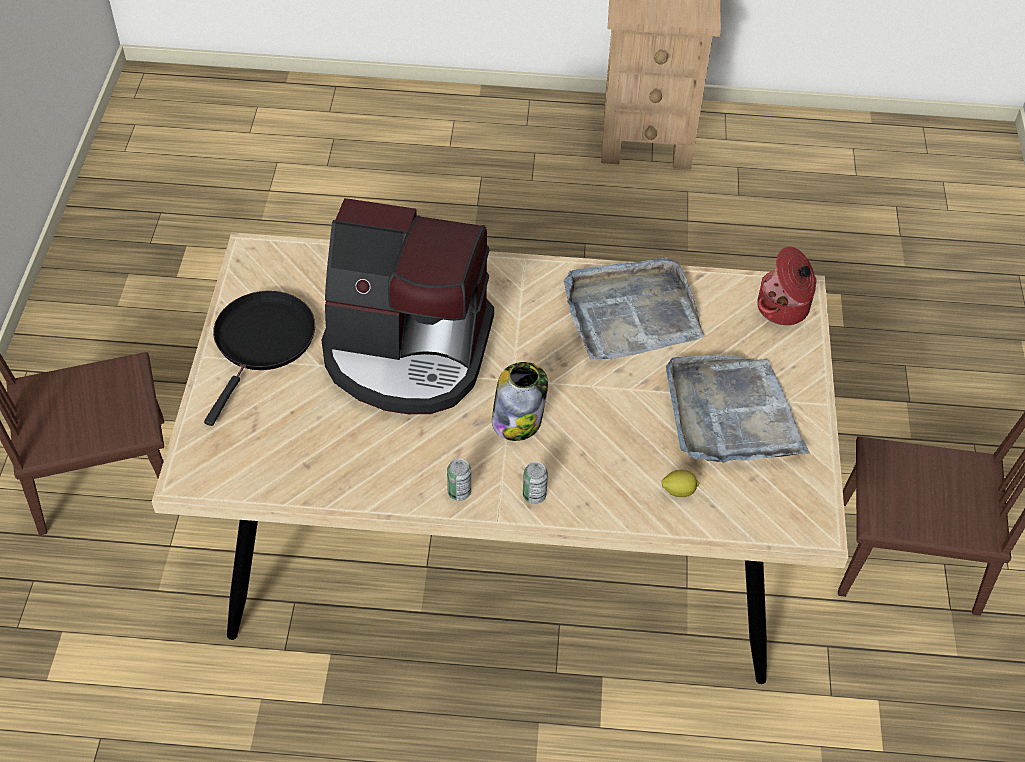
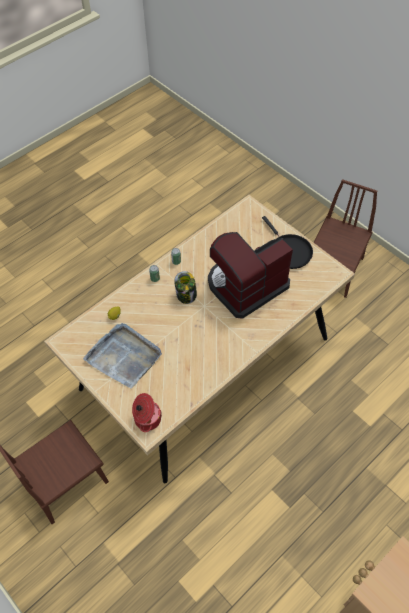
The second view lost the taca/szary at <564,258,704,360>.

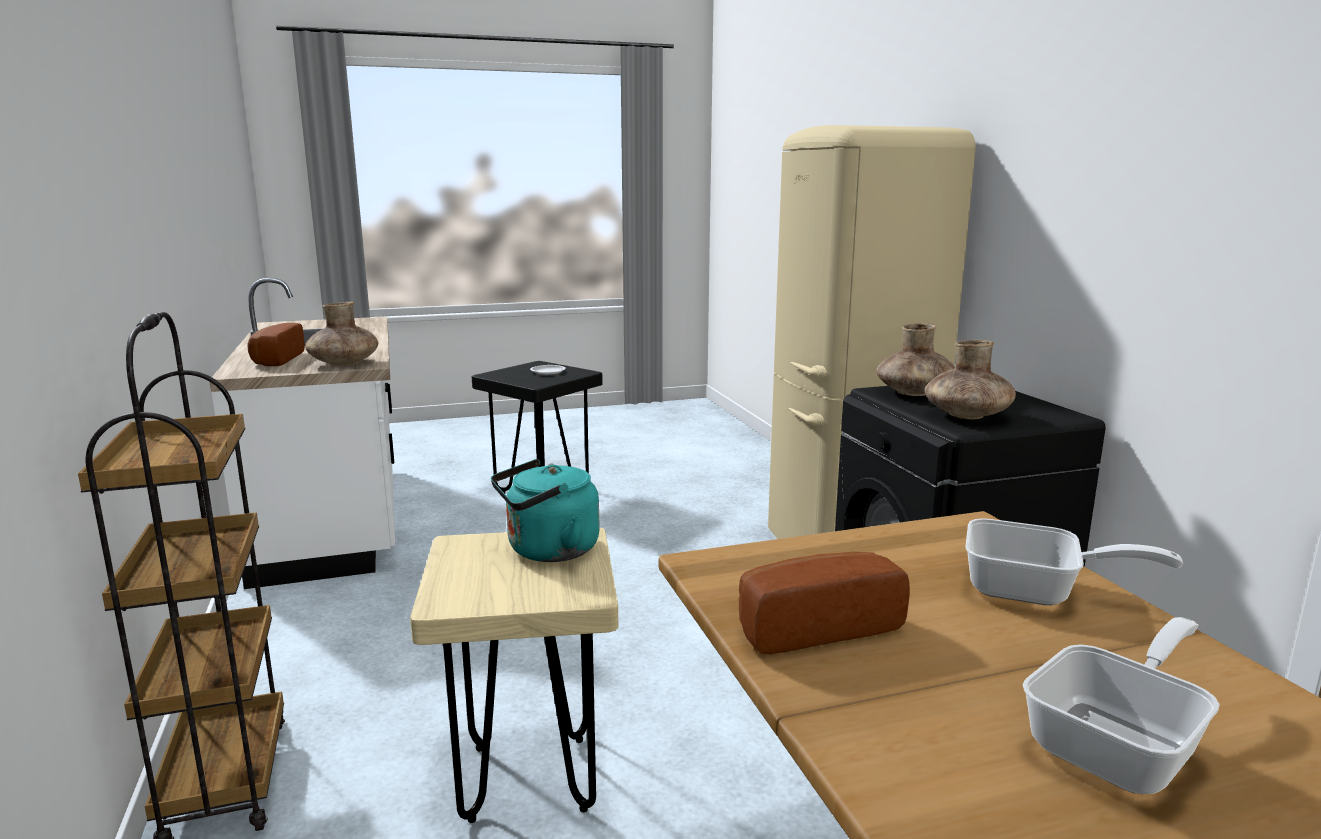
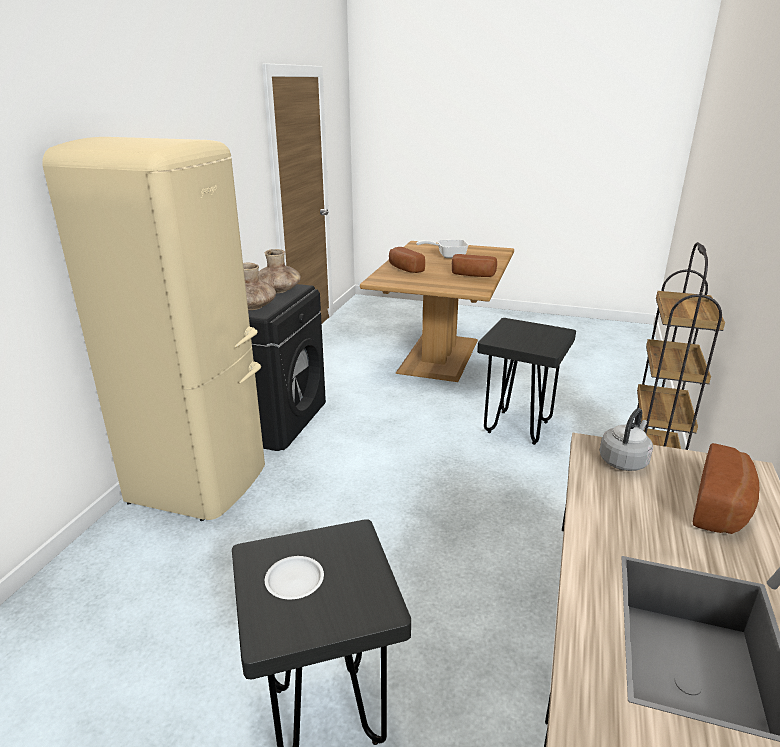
Where the wazon/brązowy stood at <305,302,379,366>, the czajnik/szary came to stand at <600,408,653,471>. What was the stołek/beżowy at <410,528,618,823> turned into the stołek/czarny at <477,318,576,445>. The second view lost the czajnik/turkusowy at <491,459,600,562>. Where the patelnia stood at <965,518,1183,605>, the chleb came to stand at <389,247,425,273>.

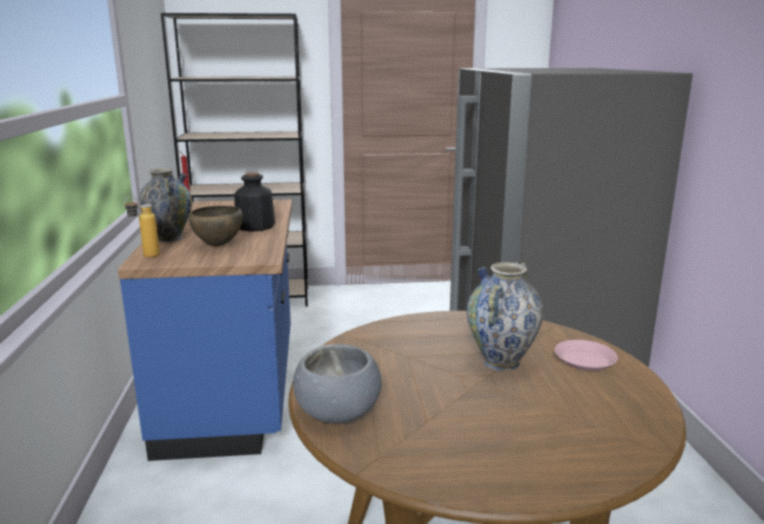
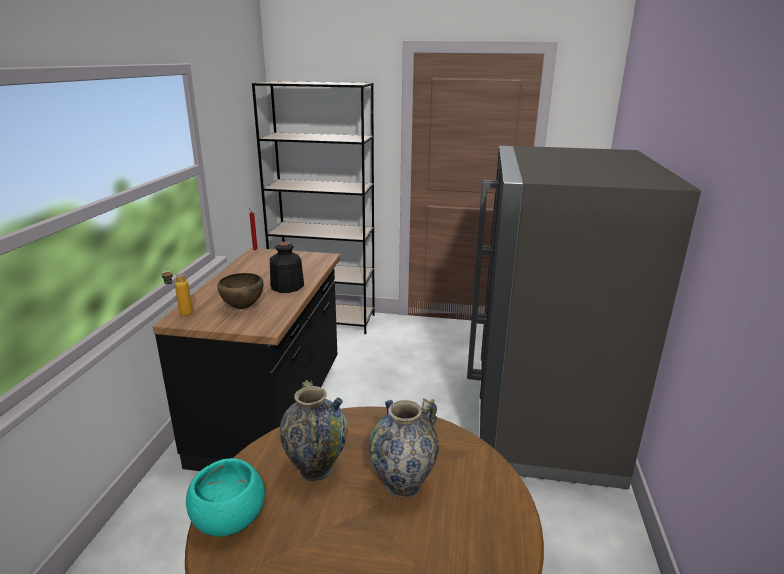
What was the zabudowa kuchenna/niebieski at <118,199,292,461> turned into the zabudowa kuchenna/czarny at <153,248,340,471>. The wazon ended up elsewhere, having gone from <139,168,192,242> to <280,380,348,482>. What was the miska/szary at <293,344,382,423> turned into the miska/turkusowy at <186,458,265,537>. The second view lost the talerz/różowy at <555,340,618,371>.

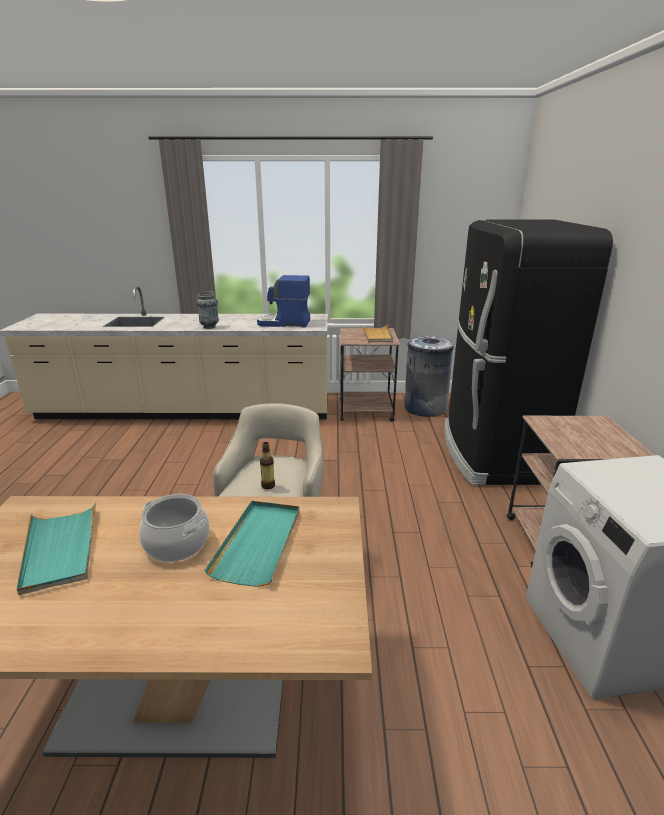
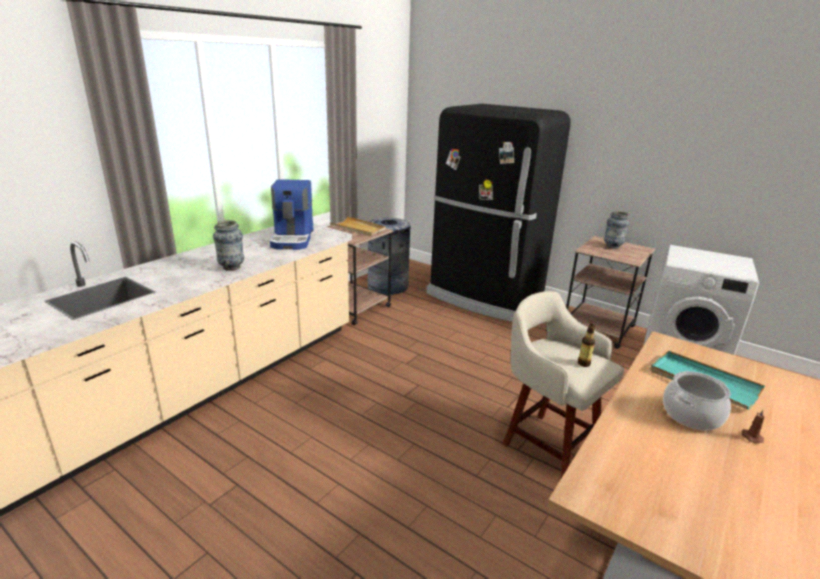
The second view lost the taca/turkusowy at <17,502,96,595>. The ekspres do kawy at <257,275,310,328> ended up facing another way, 45 degrees counterclockwise from before. The second view gained the wazon at <604,211,629,249>. The second view gained the świeca/brązowy at <741,410,765,444>.

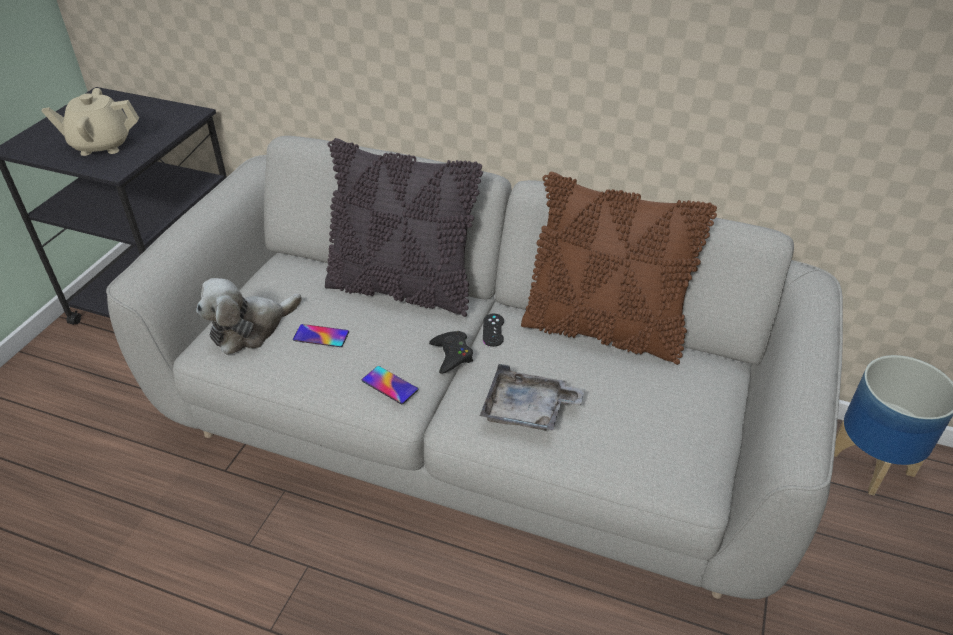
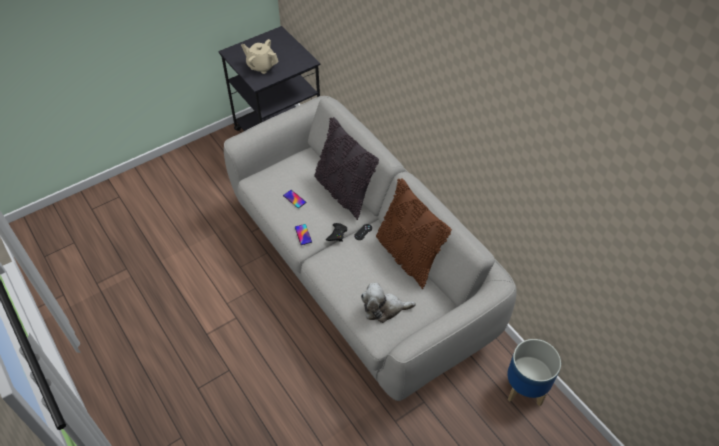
The pluszak ended up elsewhere, having gone from <196,278,302,355> to <361,283,416,323>. The second view lost the taca/szary at <480,364,585,431>.

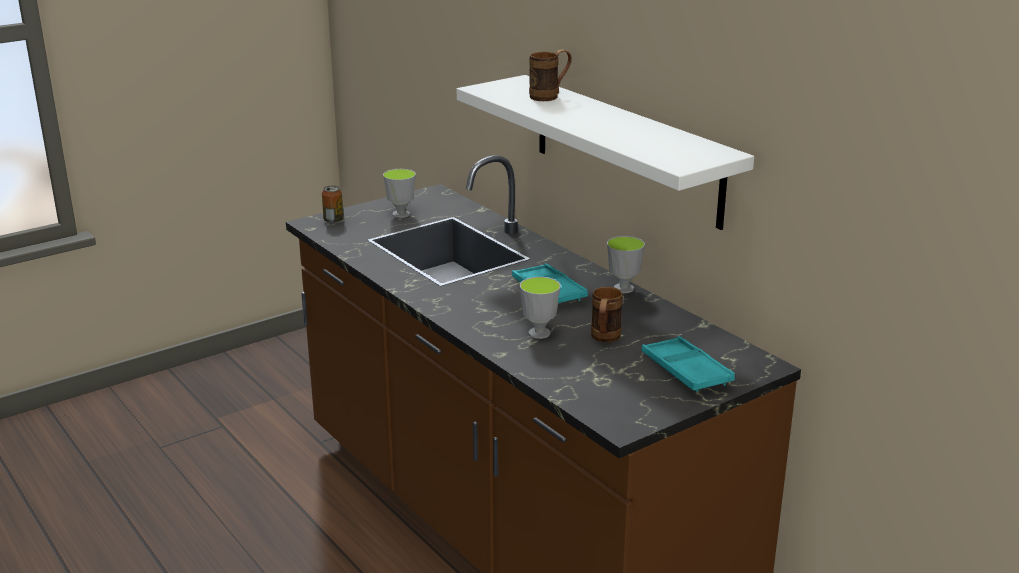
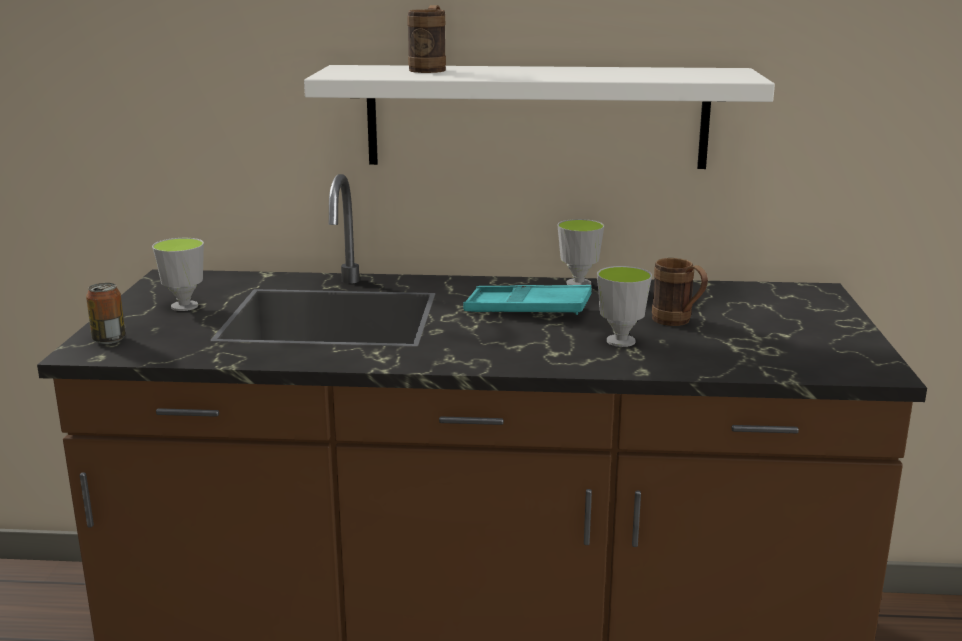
The second view lost the taca/turkusowy at <642,336,735,392>.

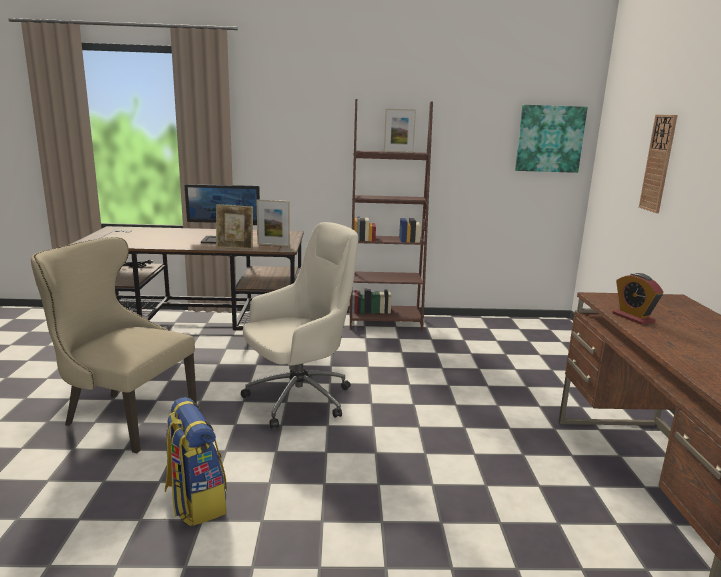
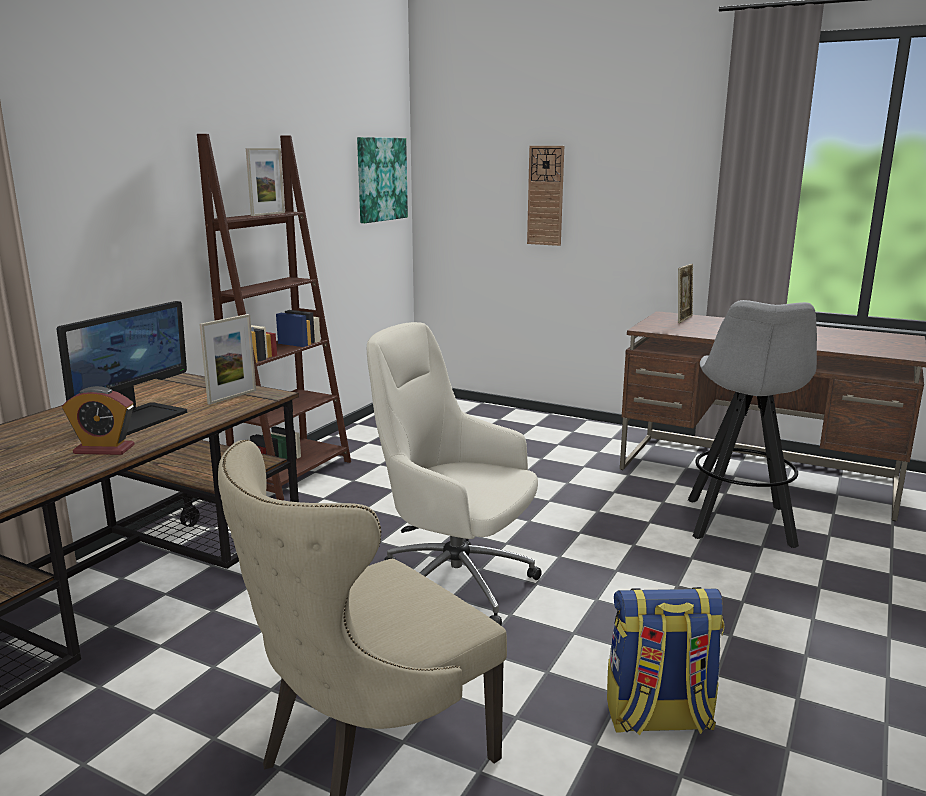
The ramka na zdjęcie ended up elsewhere, having gone from <216,204,253,249> to <678,264,693,323>. The krzesło biurowe/beżowy at <241,222,358,428> ended up facing another way, 60 degrees counterclockwise from before. The budzik ended up elsewhere, having gone from <612,273,664,325> to <62,386,135,455>. The second view gained the stołek/szary at <688,300,817,548>.

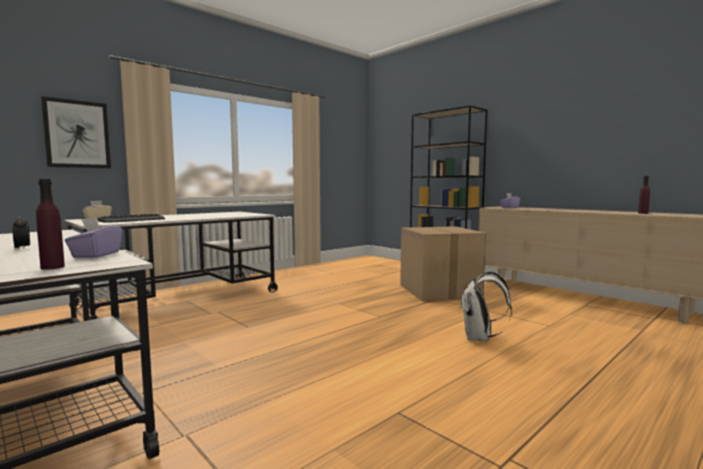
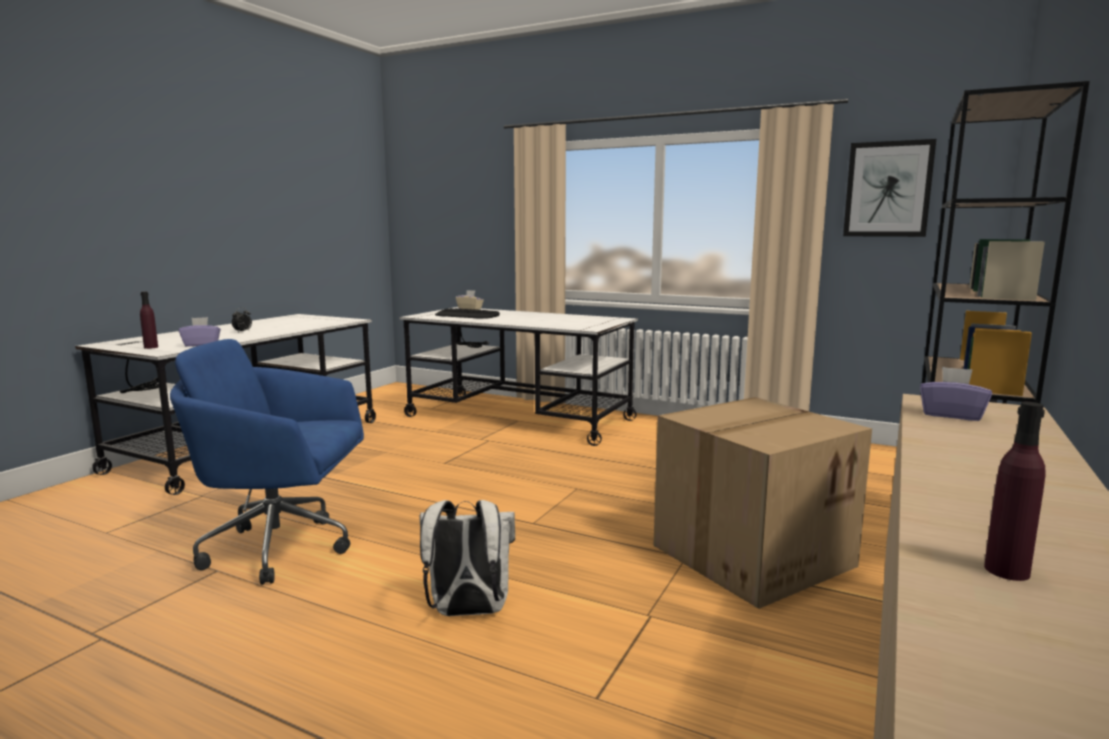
The obraz ended up elsewhere, having gone from <41,96,111,168> to <843,139,936,237>. The second view gained the krzesło biurowe/niebieski at <170,339,364,585>.

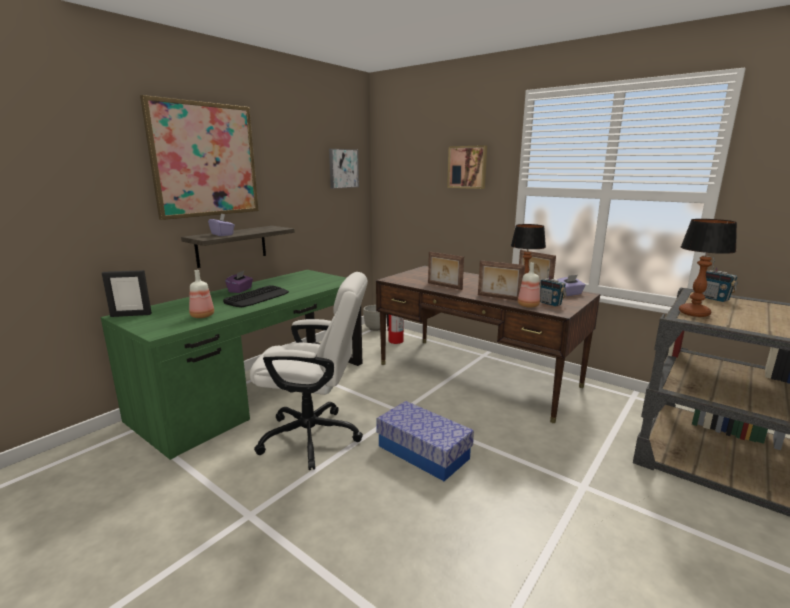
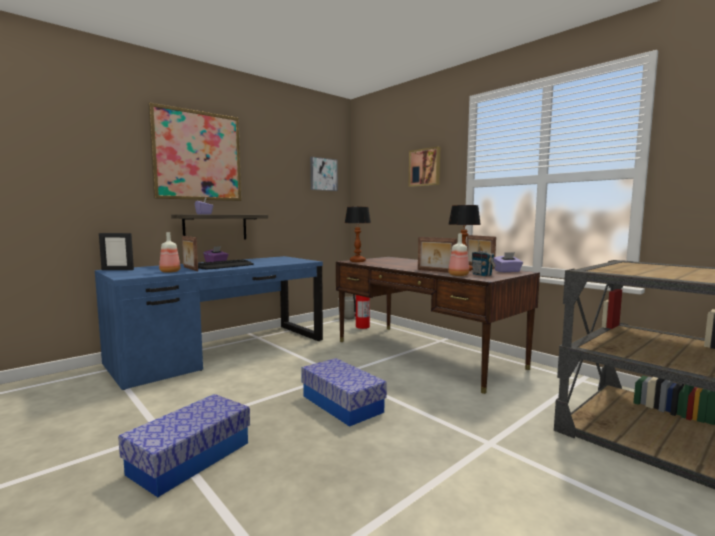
What was the biurko/zielony at <101,270,362,460> turned into the biurko/niebieski at <95,256,323,390>. The second view lost the krzesło biurowe/biały at <250,272,368,470>. The ramka na zdjęcie ended up elsewhere, having gone from <428,252,464,290> to <182,236,198,271>. The lampa stołowa ended up elsewhere, having gone from <679,219,737,317> to <345,207,371,262>. The second view lost the radio at <703,257,738,302>. The second view gained the pojemnik do przechowywania at <118,394,250,497>.

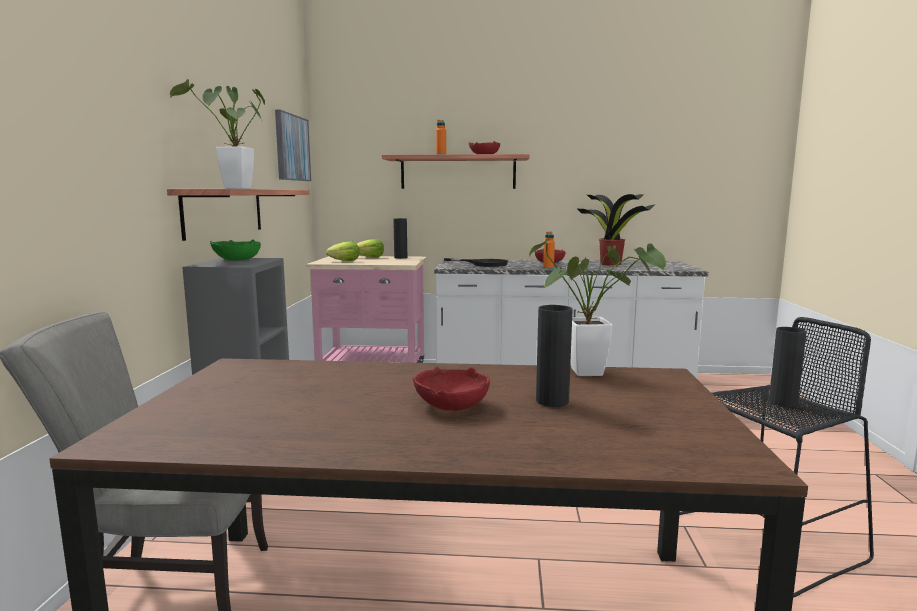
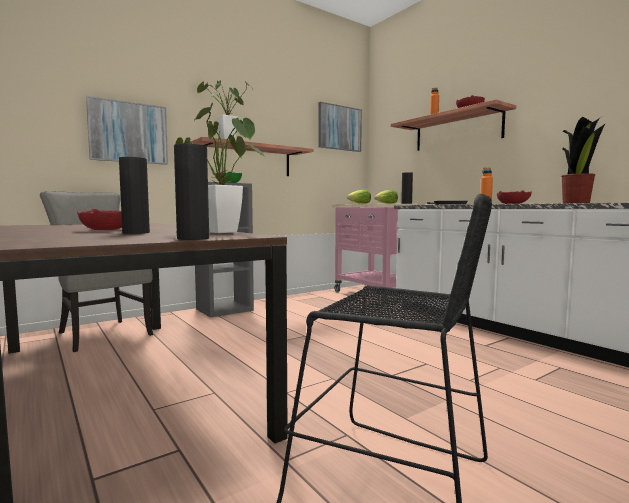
The wazon/czarny ended up elsewhere, having gone from <769,327,807,407> to <174,144,209,240>. The second view gained the obraz at <86,96,168,165>.

